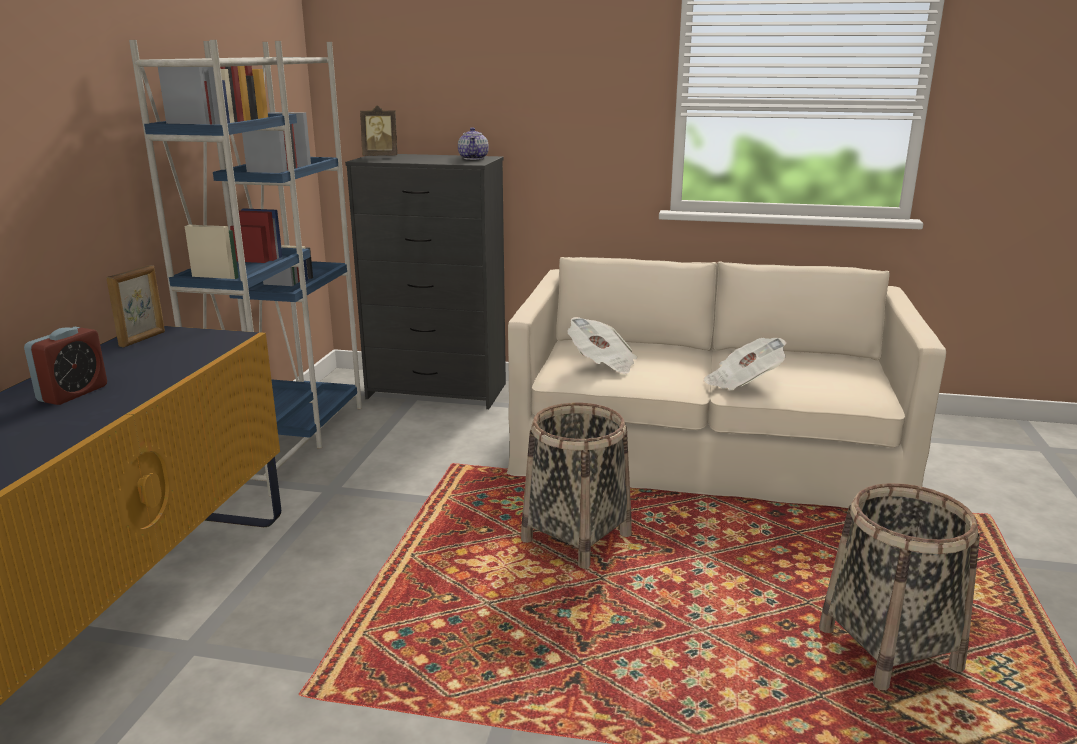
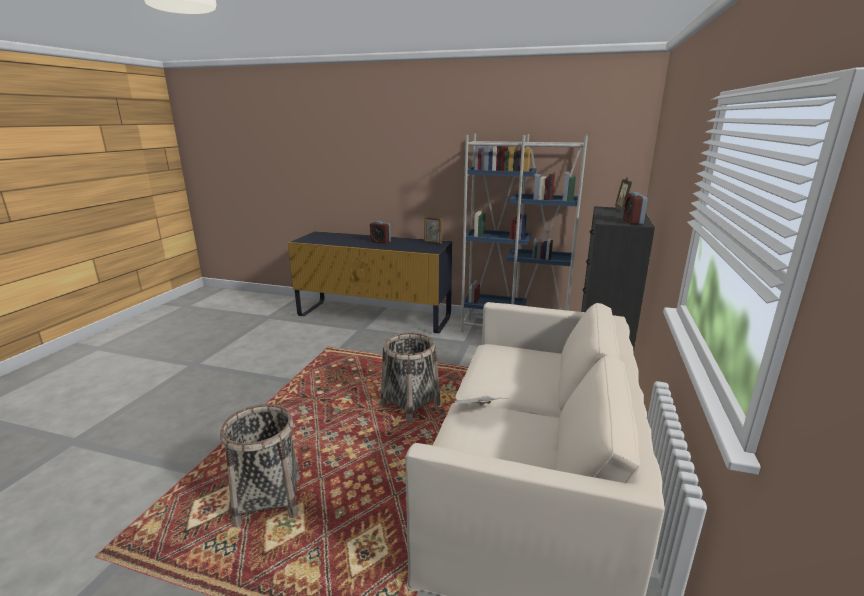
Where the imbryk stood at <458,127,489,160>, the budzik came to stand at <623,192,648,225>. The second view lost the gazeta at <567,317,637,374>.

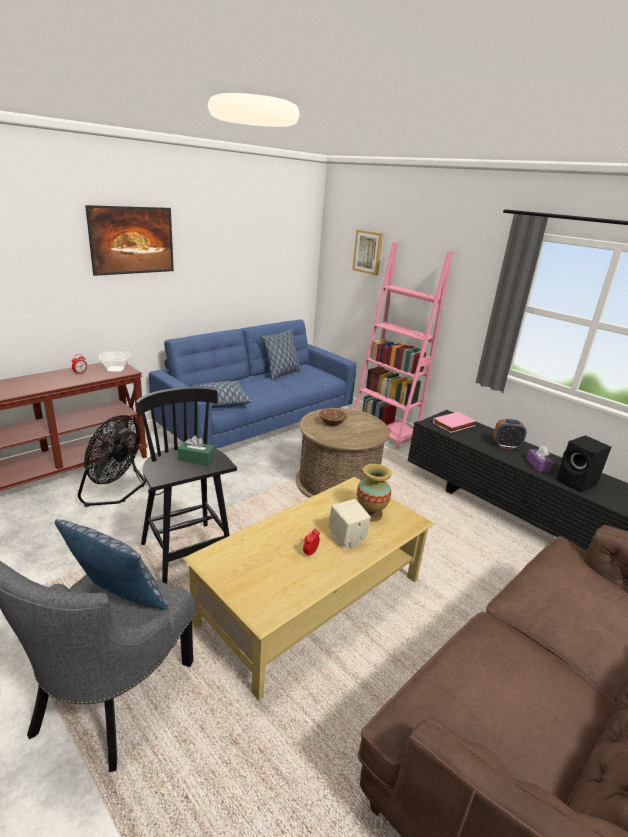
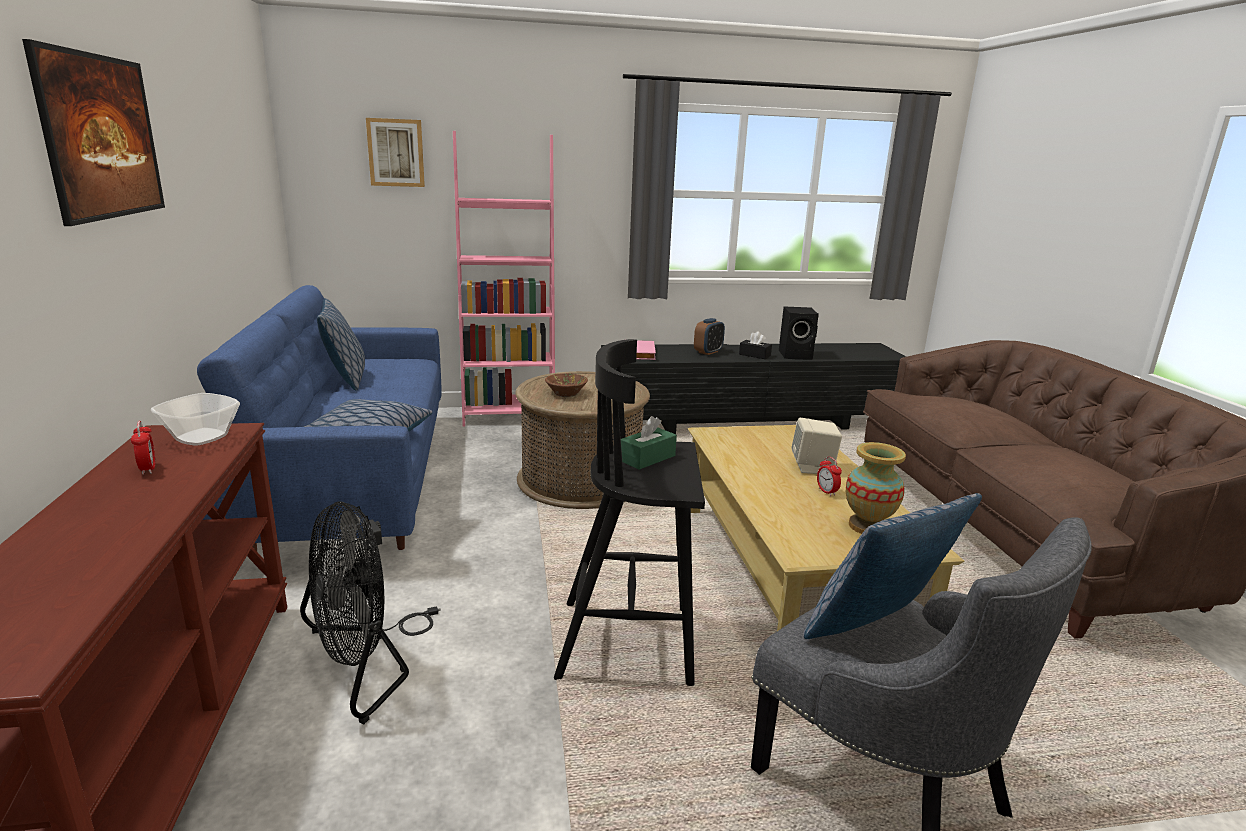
The wazon ended up elsewhere, having gone from <357,464,392,521> to <846,442,906,534>. What was the pudełko chusteczek/fioletowy at <526,446,554,472> turned into the pudełko chusteczek/czarny at <739,331,772,359>.

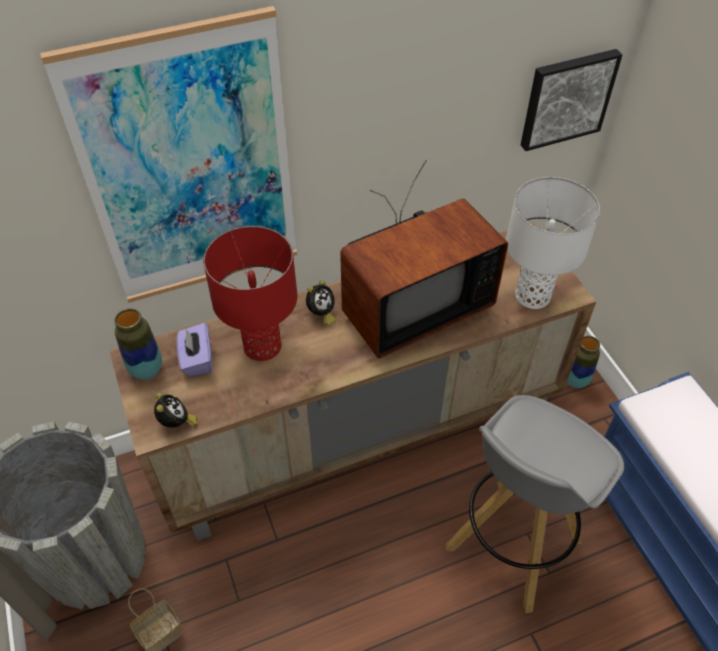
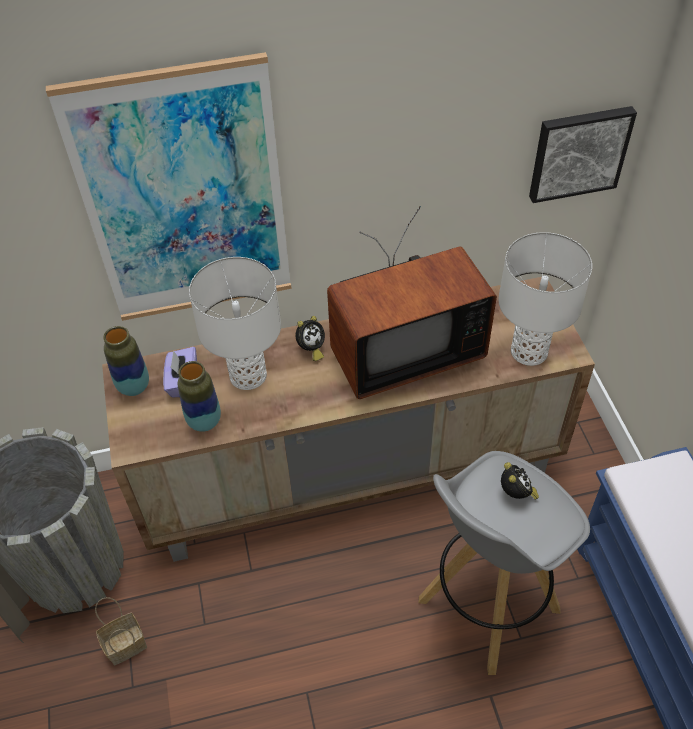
The budzik ended up elsewhere, having gone from <154,393,197,428> to <501,462,539,500>. What was the lampa stołowa/czerwony at <203,226,298,361> turned into the lampa stołowa/biały at <189,257,281,390>. The wazon ended up elsewhere, having gone from <567,336,600,388> to <178,361,221,432>.

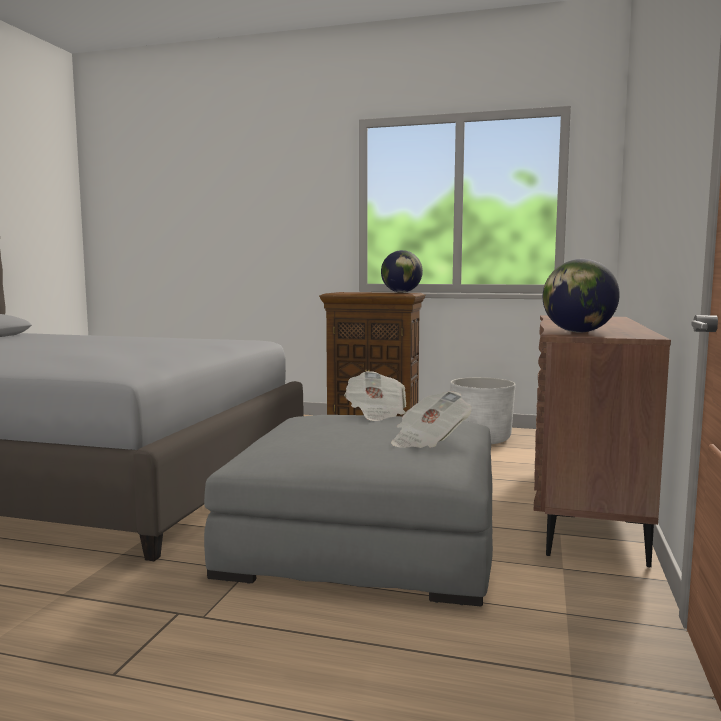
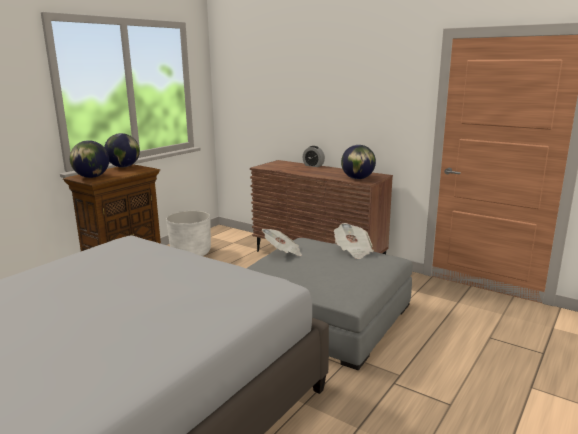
The second view gained the globus at <70,140,109,178>. The second view gained the budzik at <303,146,325,167>.

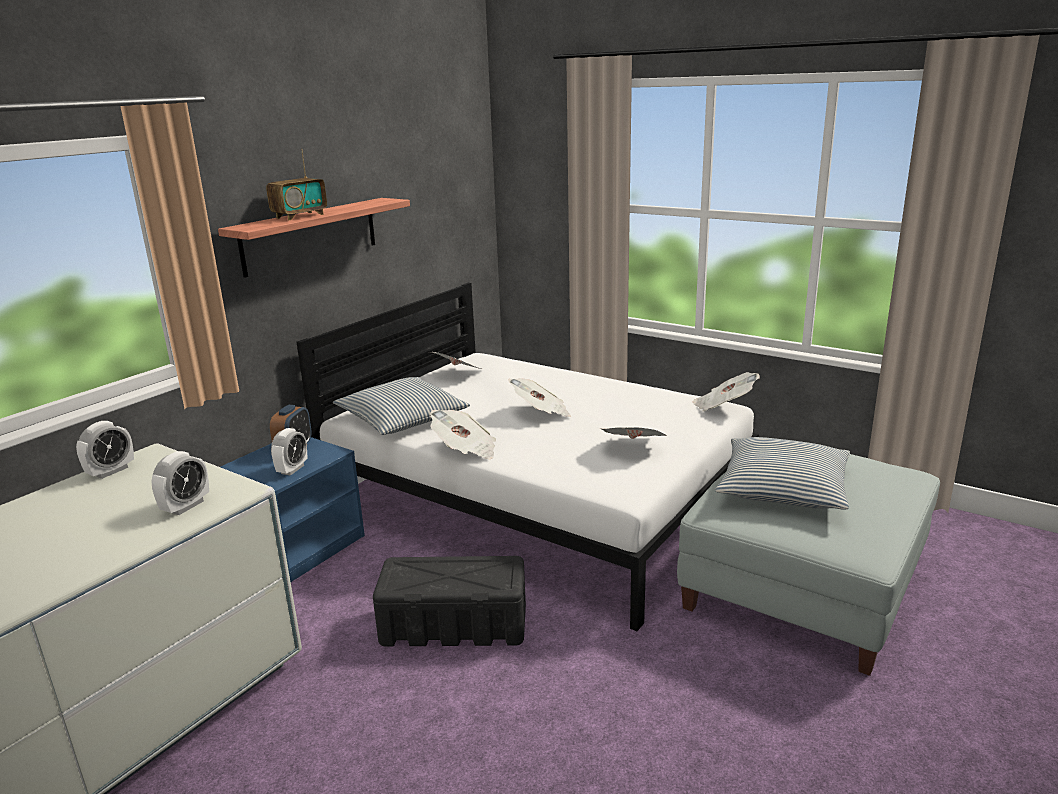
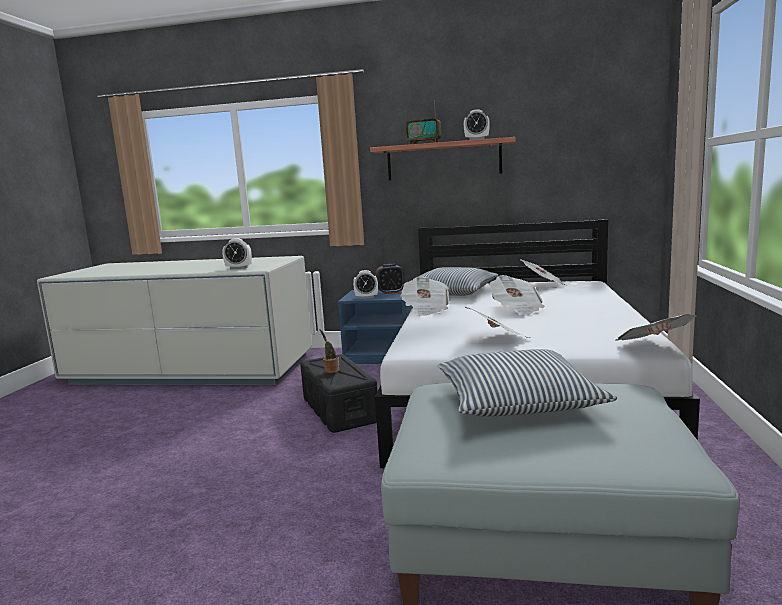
The budzik ended up elsewhere, having gone from <76,421,134,479> to <464,110,490,140>. The second view gained the roślina doniczkowa at <320,329,340,373>.

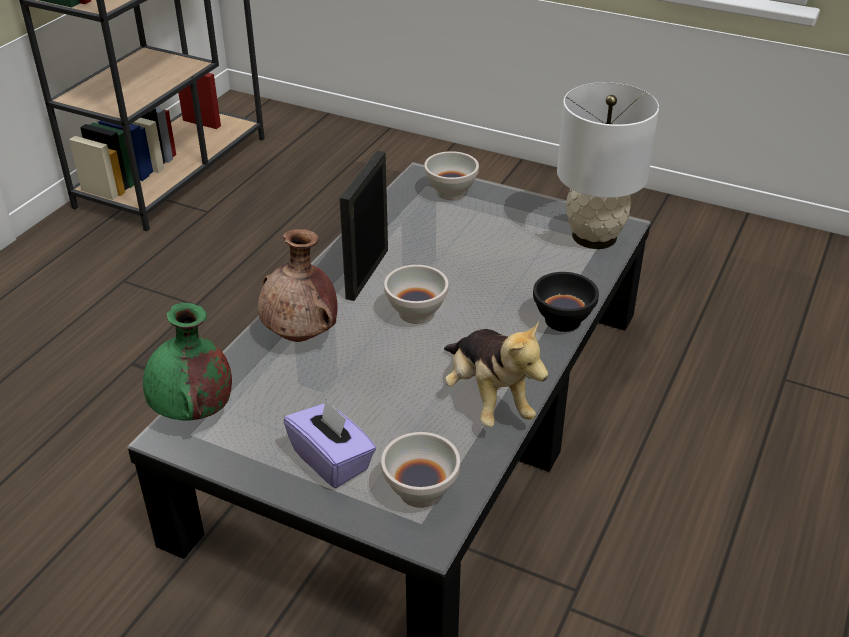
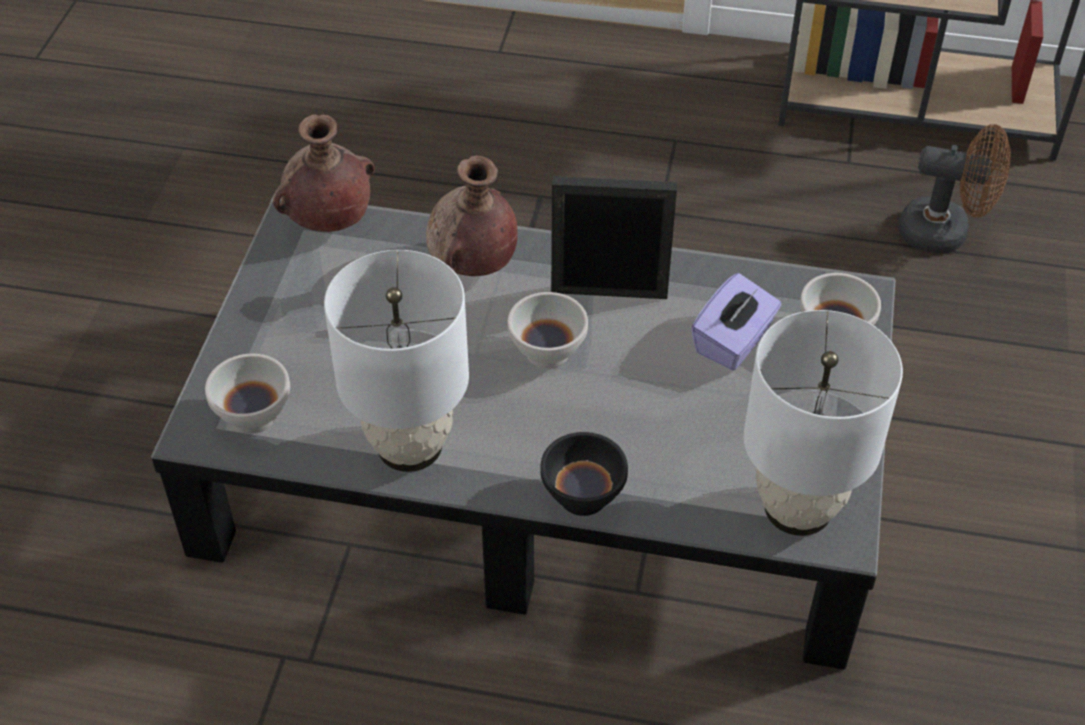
What was the wazon/zielony at <143,303,232,420> turned into the wazon/brązowy at <273,114,375,232>. The pudełko chusteczek/fioletowy ended up elsewhere, having gone from <284,399,376,488> to <691,273,781,370>. Where the pluszak stood at <444,321,548,427>, the lampa stołowa/biały came to stand at <324,250,469,472>. The second view gained the wentylator/brązowy at <899,124,1011,253>.

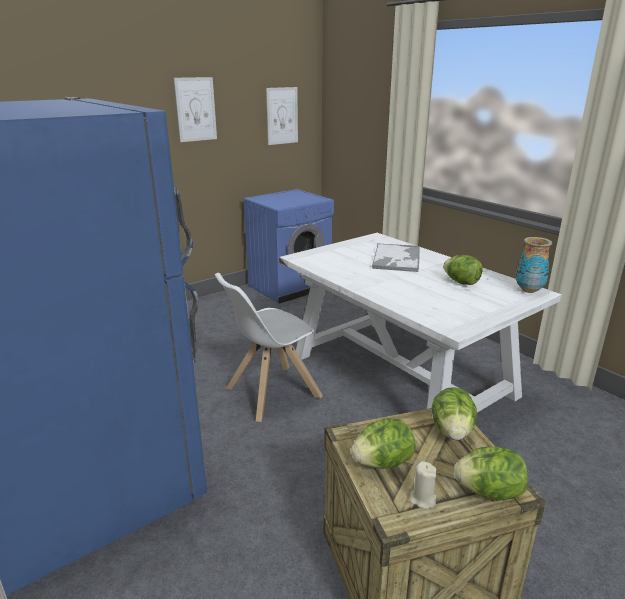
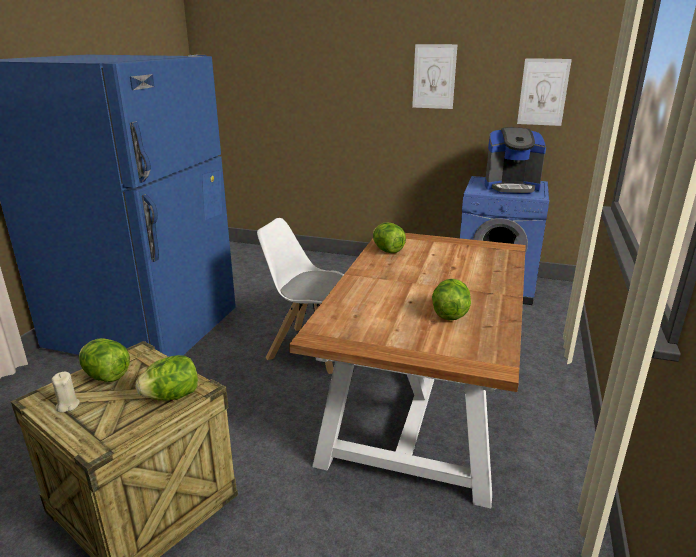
What was the stół jadalny/biały at <279,233,562,413> turned into the stół jadalny/brązowy at <289,233,526,509>. The second view lost the taca at <372,243,420,272>. The sałata ended up elsewhere, having gone from <454,447,528,501> to <373,223,406,253>. The second view lost the wazon at <516,237,552,293>. The second view gained the ekspres do kawy at <485,127,546,194>.

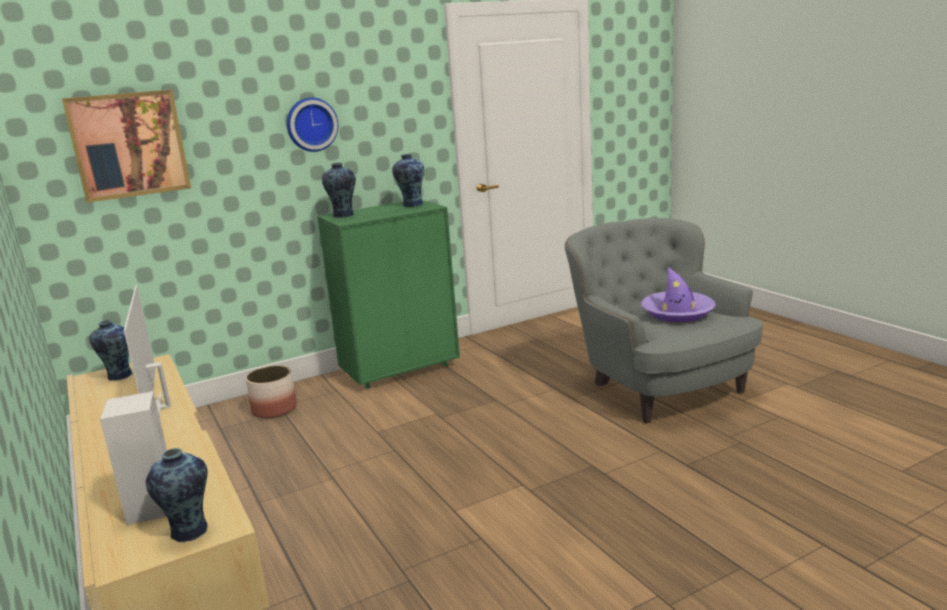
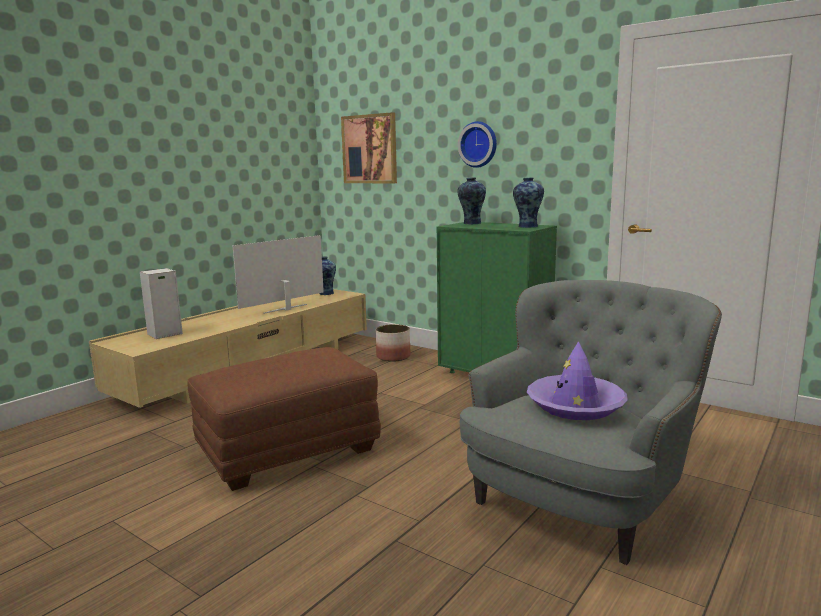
The second view lost the wazon at <146,448,208,543>. The second view gained the pufa/brązowy at <188,347,381,491>.

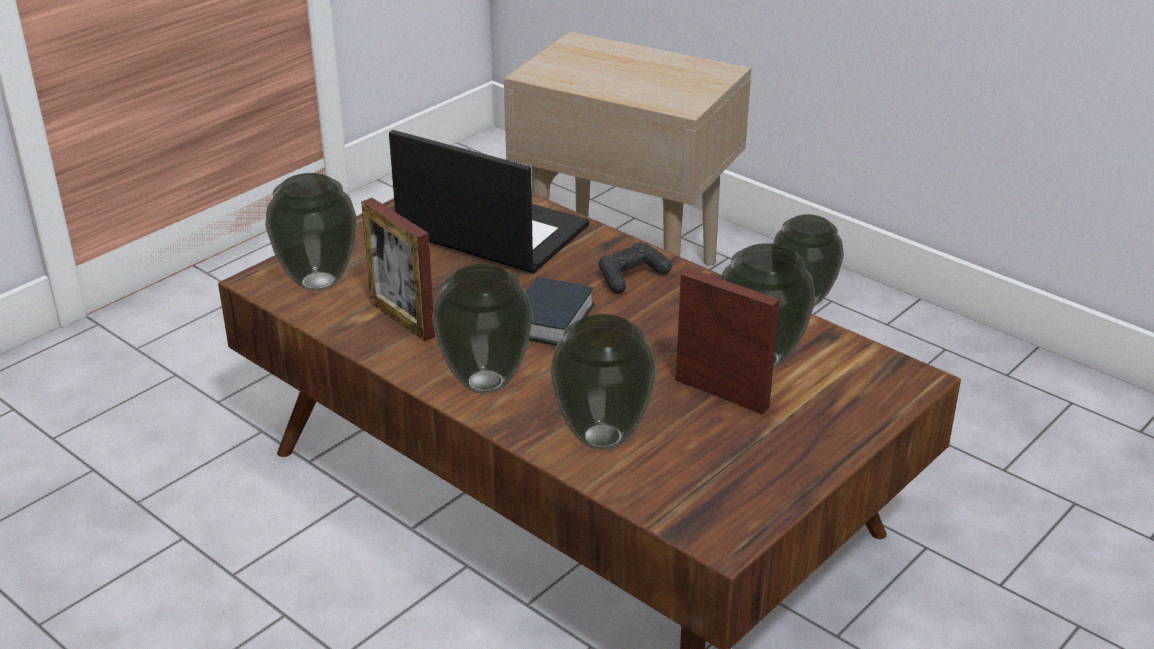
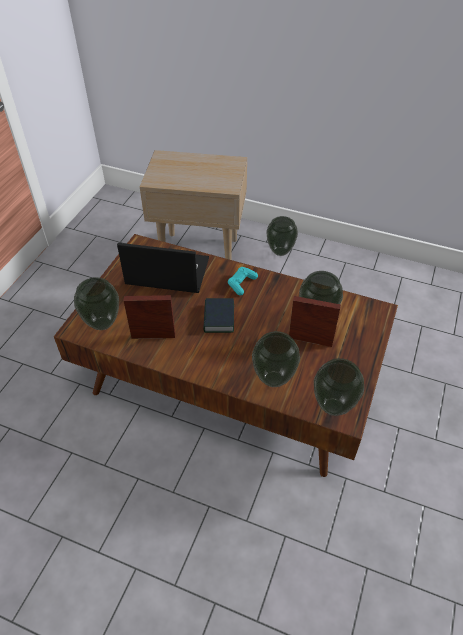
The ramka na zdjęcie at <361,198,435,341> ended up facing another way, 150 degrees clockwise from before. The wazon ended up elsewhere, having gone from <432,264,533,394> to <314,358,364,416>. What was the pad do gier/czarny at <599,242,672,293> turned into the pad do gier/turkusowy at <228,267,258,296>.

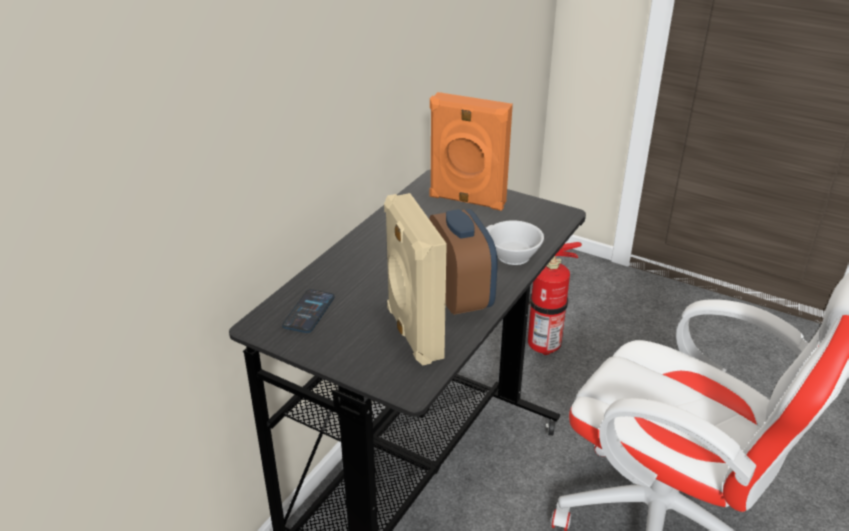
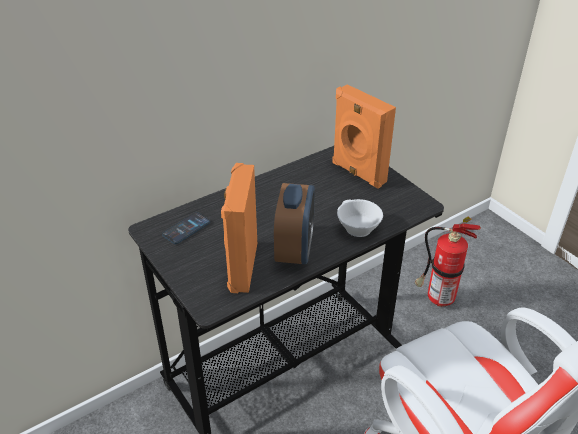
What was the głośnik/beżowy at <384,193,447,365> turned into the głośnik/pomarańczowy at <221,163,257,293>.

